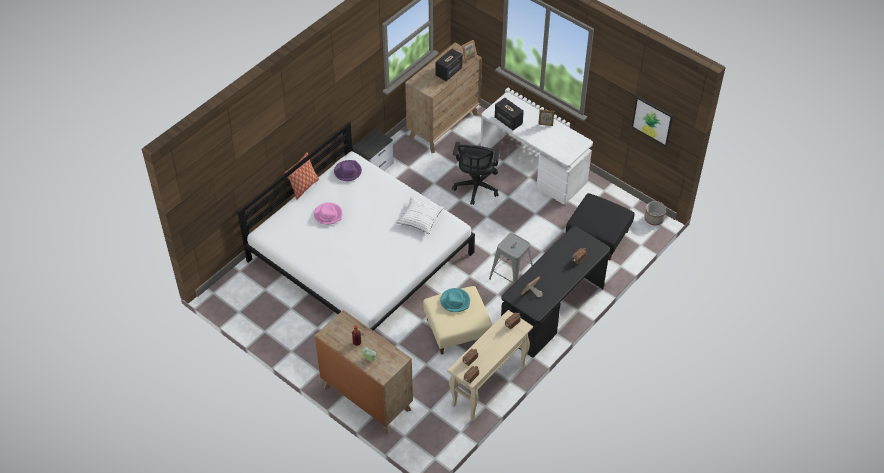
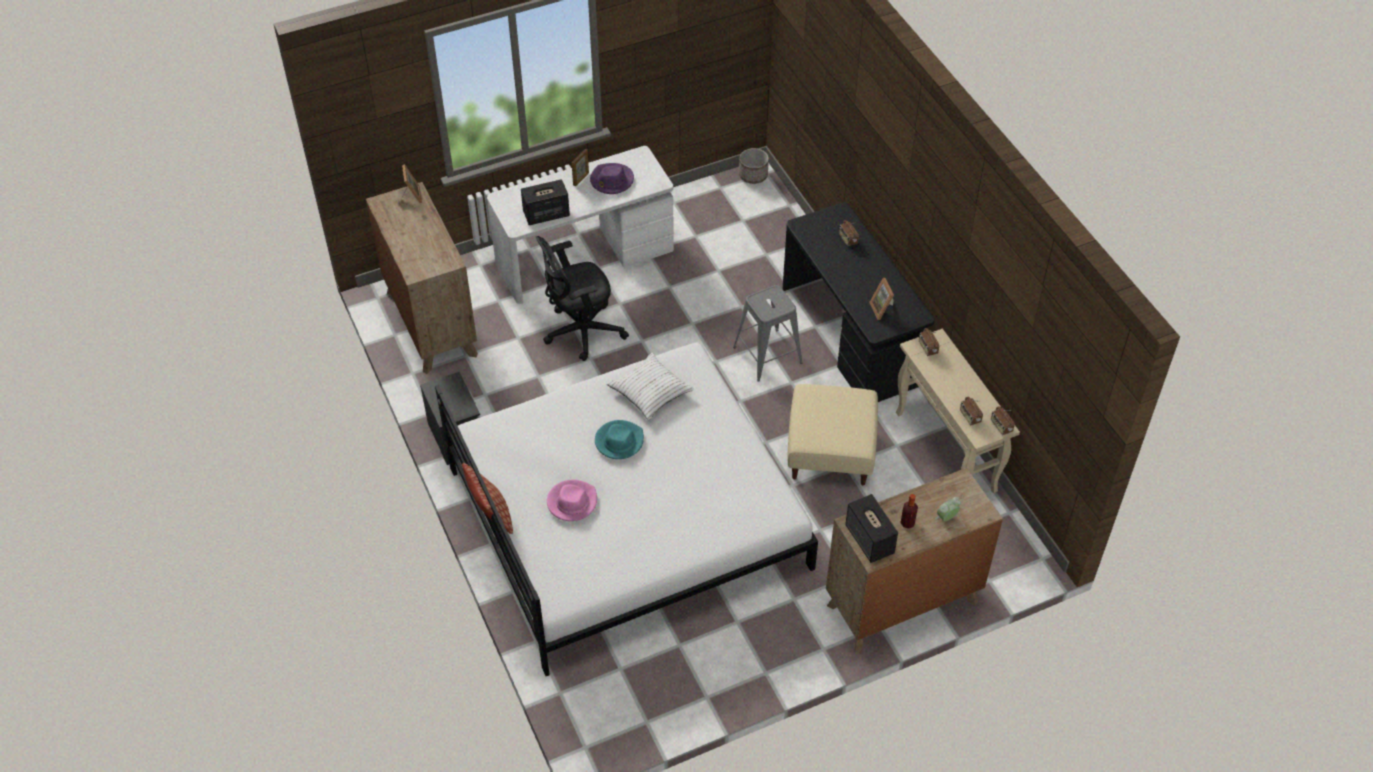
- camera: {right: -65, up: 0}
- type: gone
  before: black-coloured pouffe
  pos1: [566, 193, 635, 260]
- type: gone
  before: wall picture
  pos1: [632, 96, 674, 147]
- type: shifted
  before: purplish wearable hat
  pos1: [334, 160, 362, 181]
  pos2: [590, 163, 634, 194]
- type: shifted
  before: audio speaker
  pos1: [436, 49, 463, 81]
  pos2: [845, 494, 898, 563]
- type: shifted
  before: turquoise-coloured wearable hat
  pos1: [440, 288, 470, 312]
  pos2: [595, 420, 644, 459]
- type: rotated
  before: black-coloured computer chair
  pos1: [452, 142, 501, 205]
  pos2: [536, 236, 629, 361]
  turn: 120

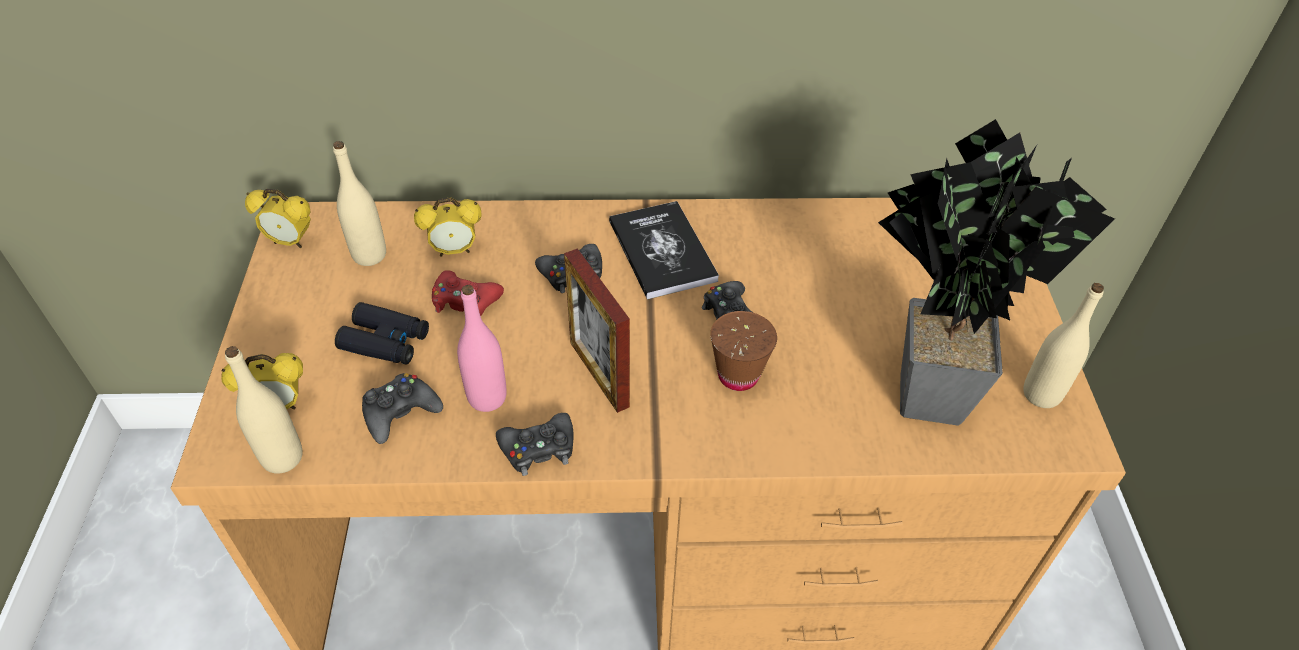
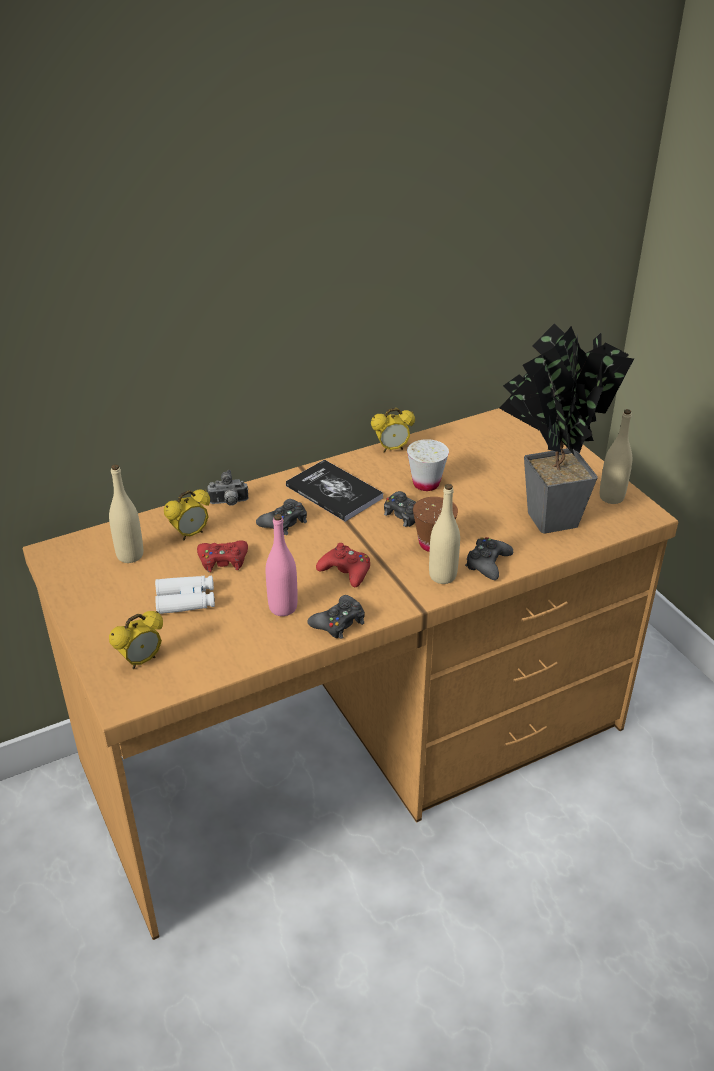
- camera: {right: -25, up: -10}
- type: new
  after: photo camera
  pos2: [207, 470, 249, 506]
- type: new
  after: white-coloured drinking cup
  pos2: [407, 439, 449, 491]
- type: shifted
  before: beige-coloured bottle
  pos1: [225, 346, 303, 474]
  pos2: [429, 484, 460, 584]
- type: shifted
  before: table clock
  pos1: [245, 189, 311, 248]
  pos2: [371, 408, 415, 452]
- type: shifted
  before: black-coloured joypad
  pos1: [362, 373, 443, 444]
  pos2: [465, 537, 513, 580]
- type: swapped
  before: photo frame
  after: red joypad
  pos1: [564, 248, 630, 413]
  pos2: [316, 543, 370, 587]
- type: repainted
  before: black-coloured pair of binoculars
  after: white-coloured pair of binoculars
  pos1: [335, 302, 429, 365]
  pos2: [155, 576, 215, 614]

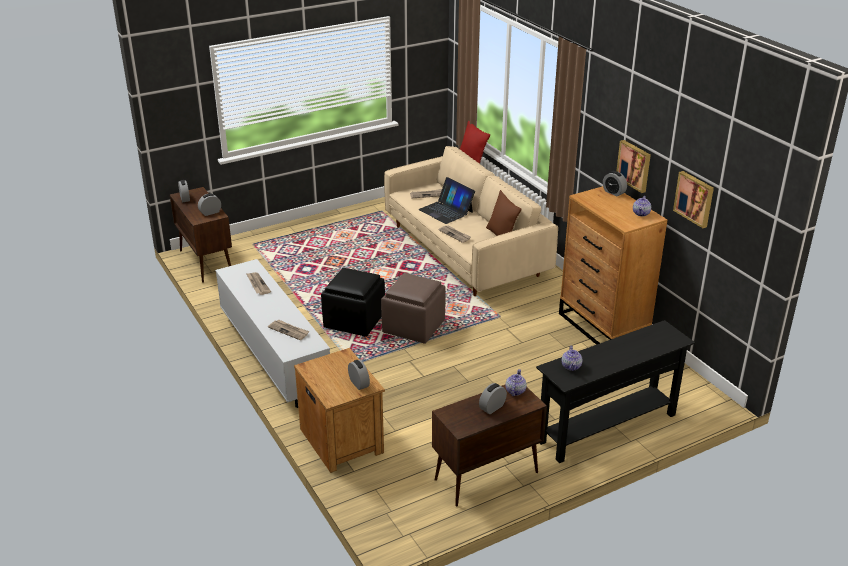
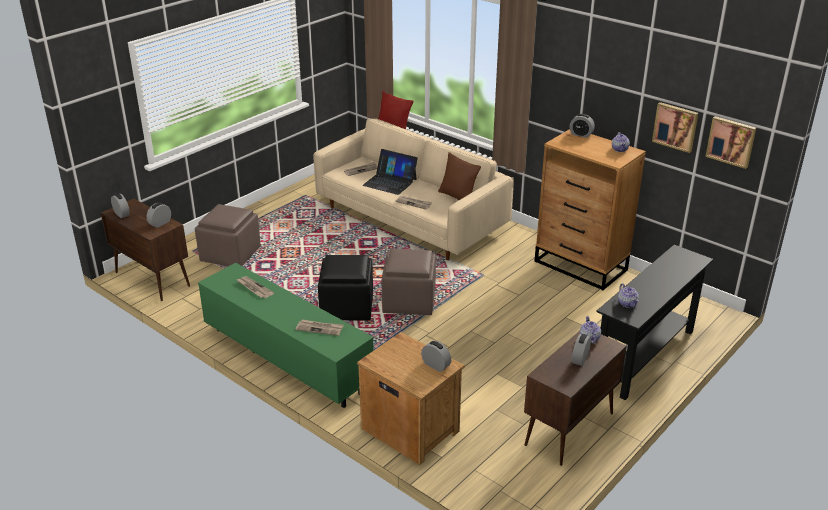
- camera: {right: -20, up: 0}
- type: new
  after: brownish pouffe
  pos2: [195, 204, 261, 266]
- type: shifted
  before: wall picture
  pos1: [617, 140, 651, 193]
  pos2: [705, 116, 756, 169]
- type: repainted
  before: white-coloured tv unit
  after: green tv unit
  pos1: [215, 259, 330, 408]
  pos2: [198, 263, 374, 408]

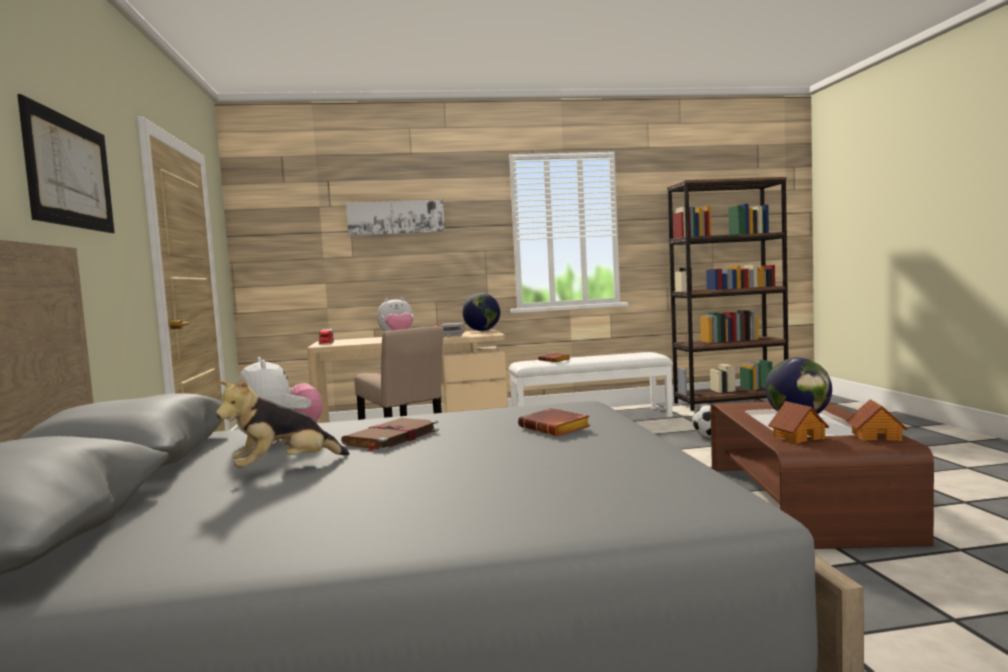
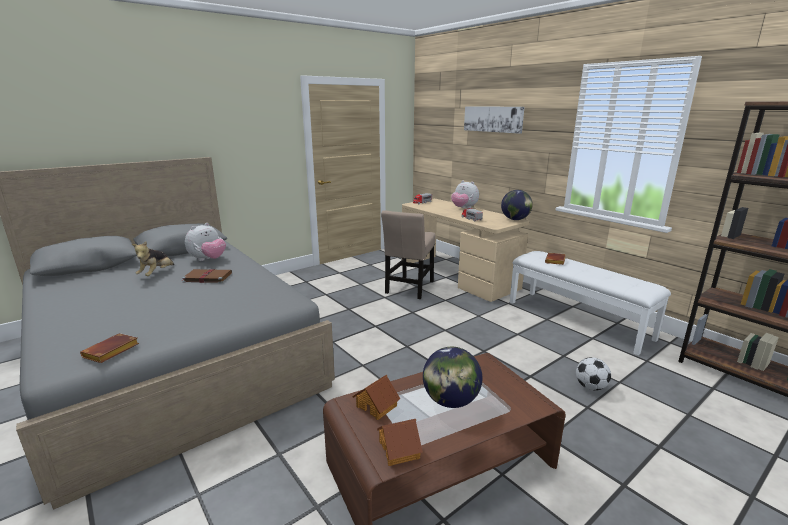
- camera: {right: 60, up: 15}
- type: gone
  before: wall picture
  pos1: [17, 94, 115, 233]
- type: shifted
  before: brownish book
  pos1: [518, 408, 591, 436]
  pos2: [80, 333, 139, 363]
- type: rotated
  before: plush toy
  pos1: [216, 377, 350, 468]
  pos2: [132, 242, 174, 276]
  turn: -105

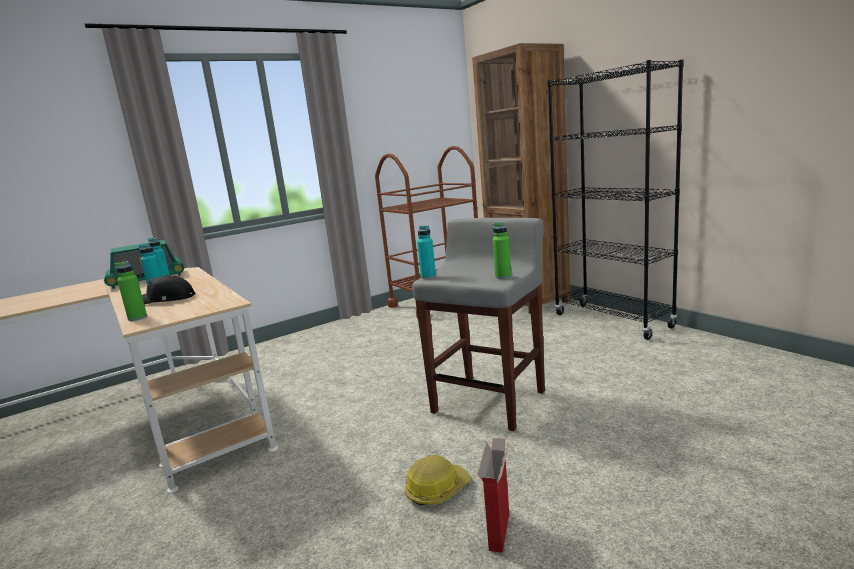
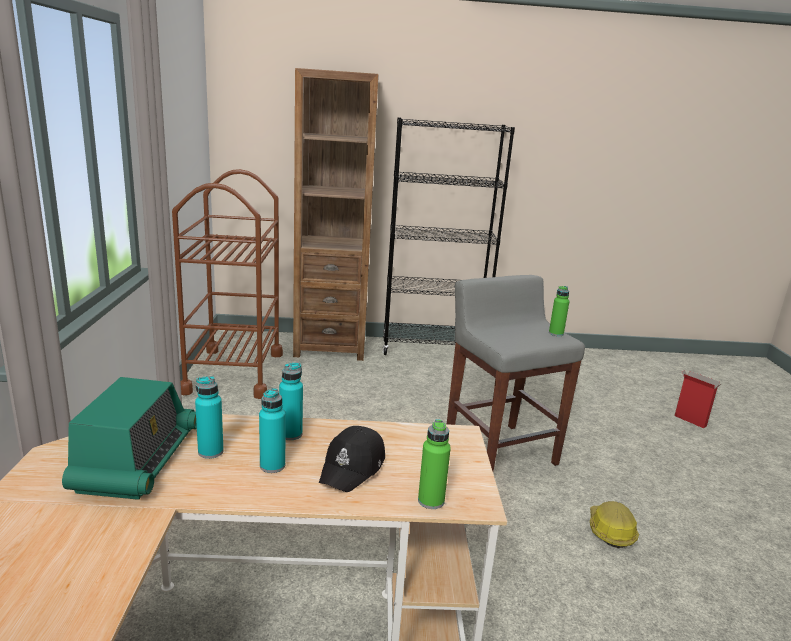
- camera: {right: -60, up: 5}
- type: shifted
  before: turquoise-coloured bottle
  pos1: [417, 225, 436, 279]
  pos2: [279, 362, 303, 440]
- type: shifted
  before: packing box
  pos1: [477, 438, 509, 553]
  pos2: [674, 370, 721, 428]

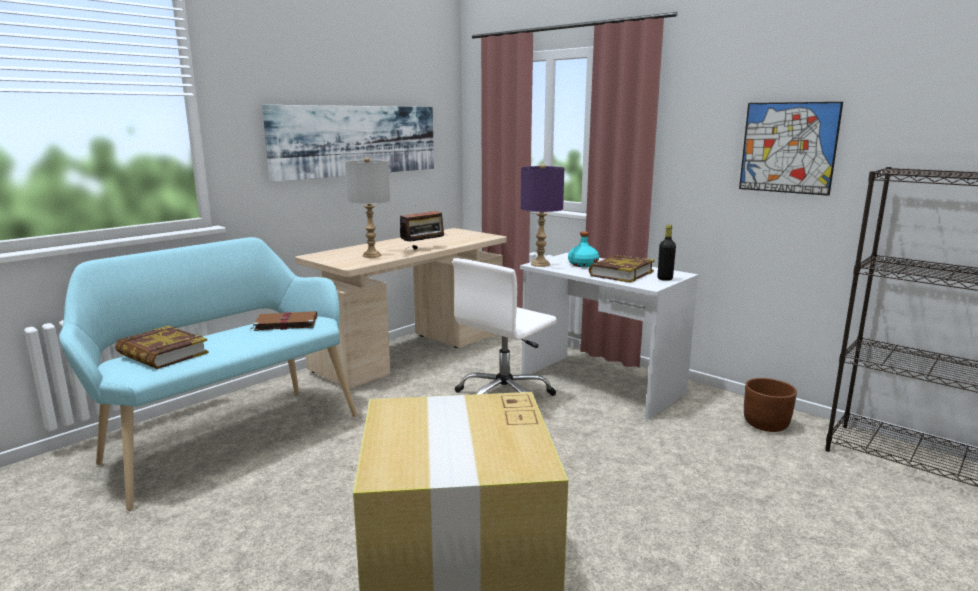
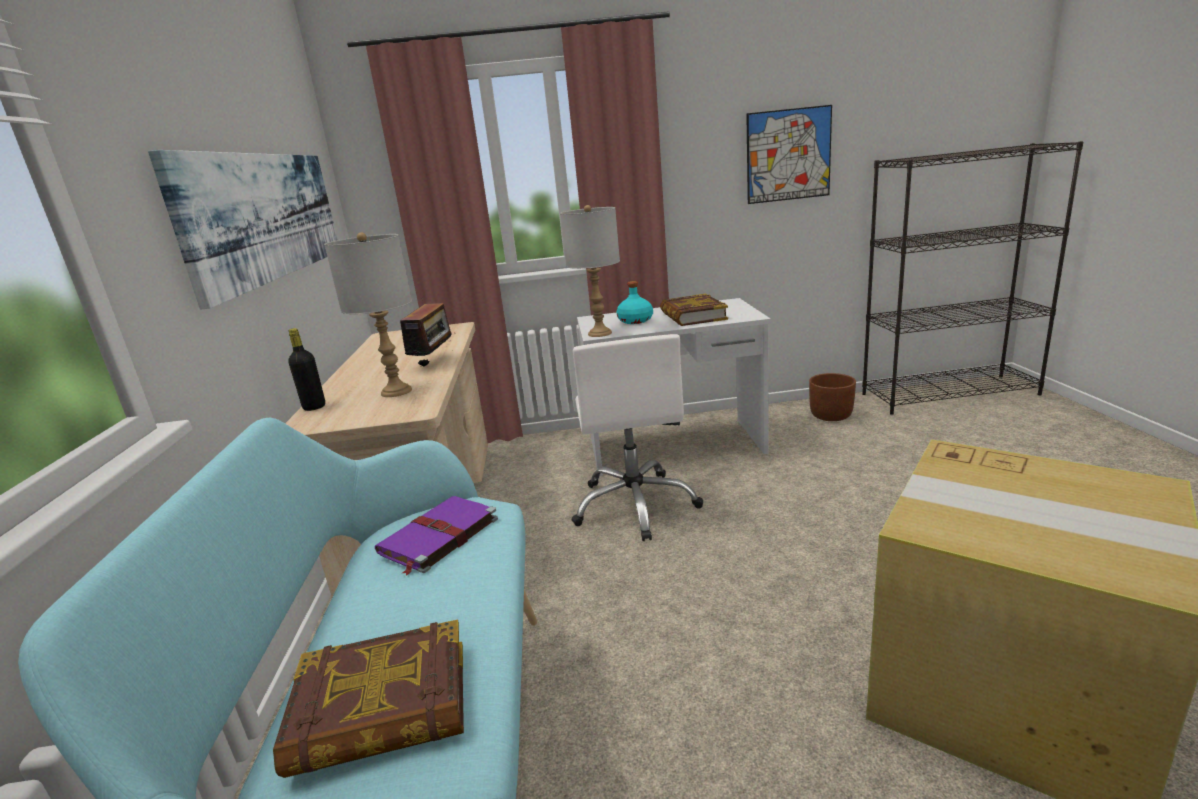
- camera: {right: -45, up: 5}
- type: shifted
  before: black-coloured bottle
  pos1: [658, 225, 676, 281]
  pos2: [288, 328, 325, 411]
- type: repainted
  before: brownish book
  after: purplish book
  pos1: [251, 311, 317, 331]
  pos2: [375, 496, 498, 576]
- type: repainted
  before: purplish table lamp
  after: gray table lamp
  pos1: [521, 164, 564, 267]
  pos2: [560, 205, 620, 337]

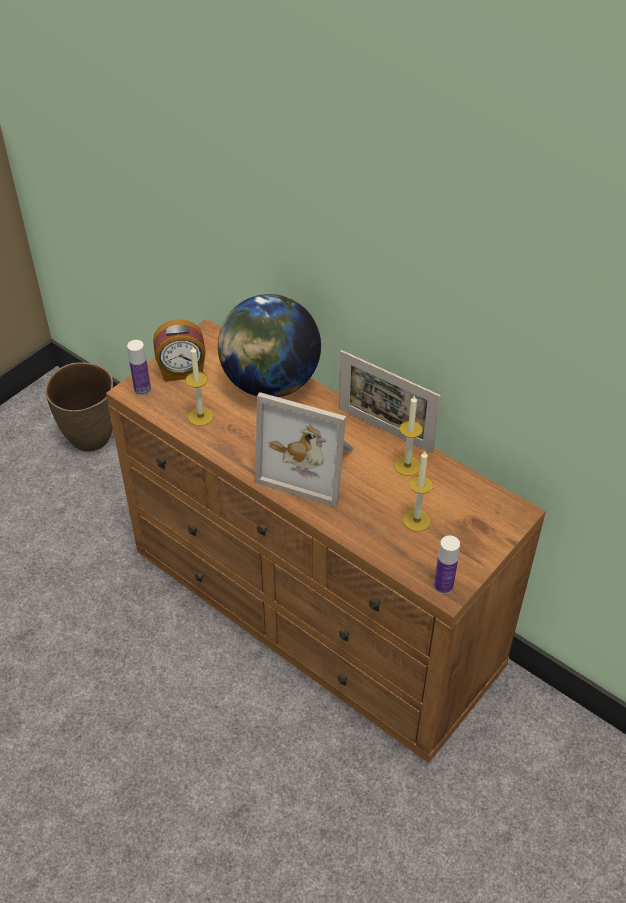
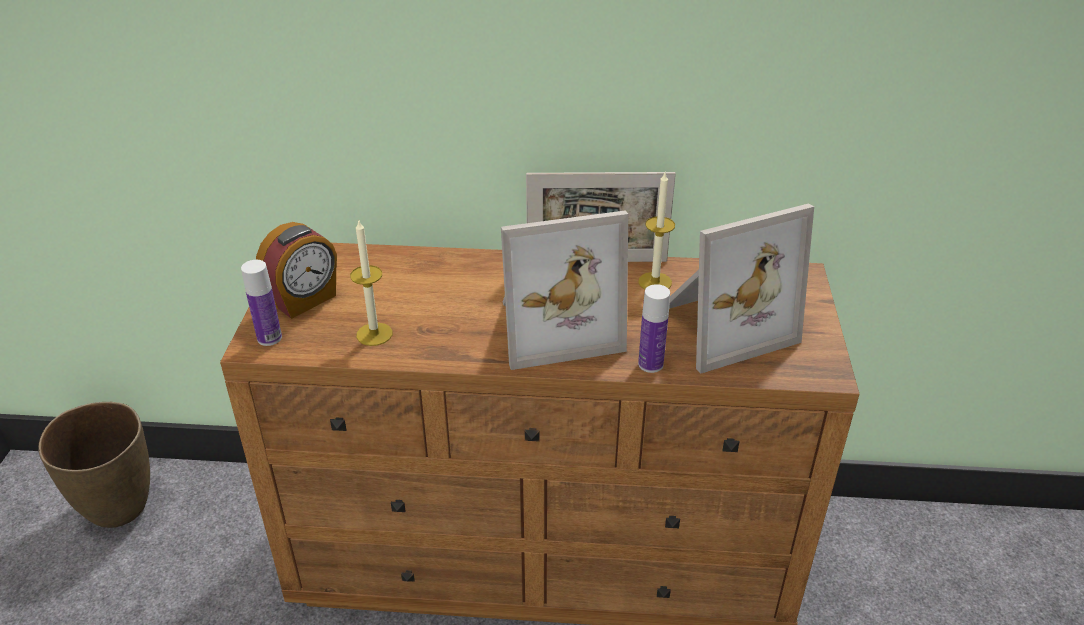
- camera: {right: -35, up: -10}
- type: gone
  before: globe
  pos1: [218, 294, 321, 397]
- type: shifted
  before: bottle
  pos1: [434, 535, 460, 594]
  pos2: [638, 284, 670, 373]
- type: swapped
  before: wax candle
  after: photo frame
  pos1: [403, 451, 433, 531]
  pos2: [669, 203, 814, 374]

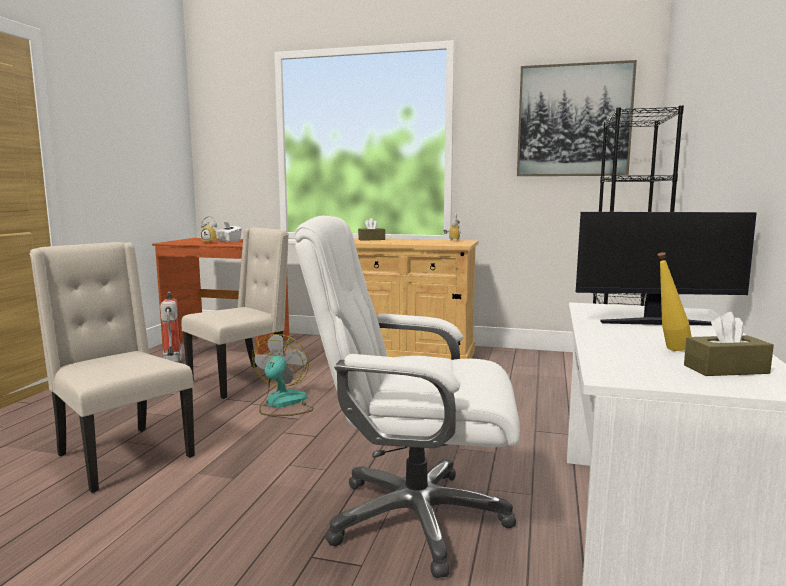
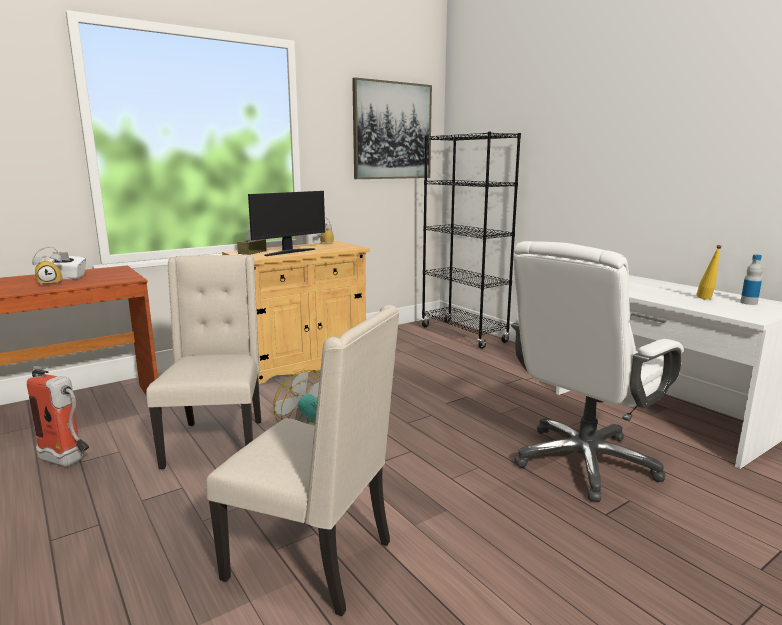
- camera: {right: -50, up: 5}
- type: shifted
  before: computer screen
  pos1: [576, 212, 757, 326]
  pos2: [248, 191, 325, 256]
- type: swapped
  before: brownish tissue holder
  after: bottle
  pos1: [684, 312, 774, 376]
  pos2: [740, 254, 763, 305]
- type: rotated
  before: beige-coloured plain chair
  pos1: [30, 242, 195, 493]
  pos2: [206, 305, 400, 616]
  turn: -150

